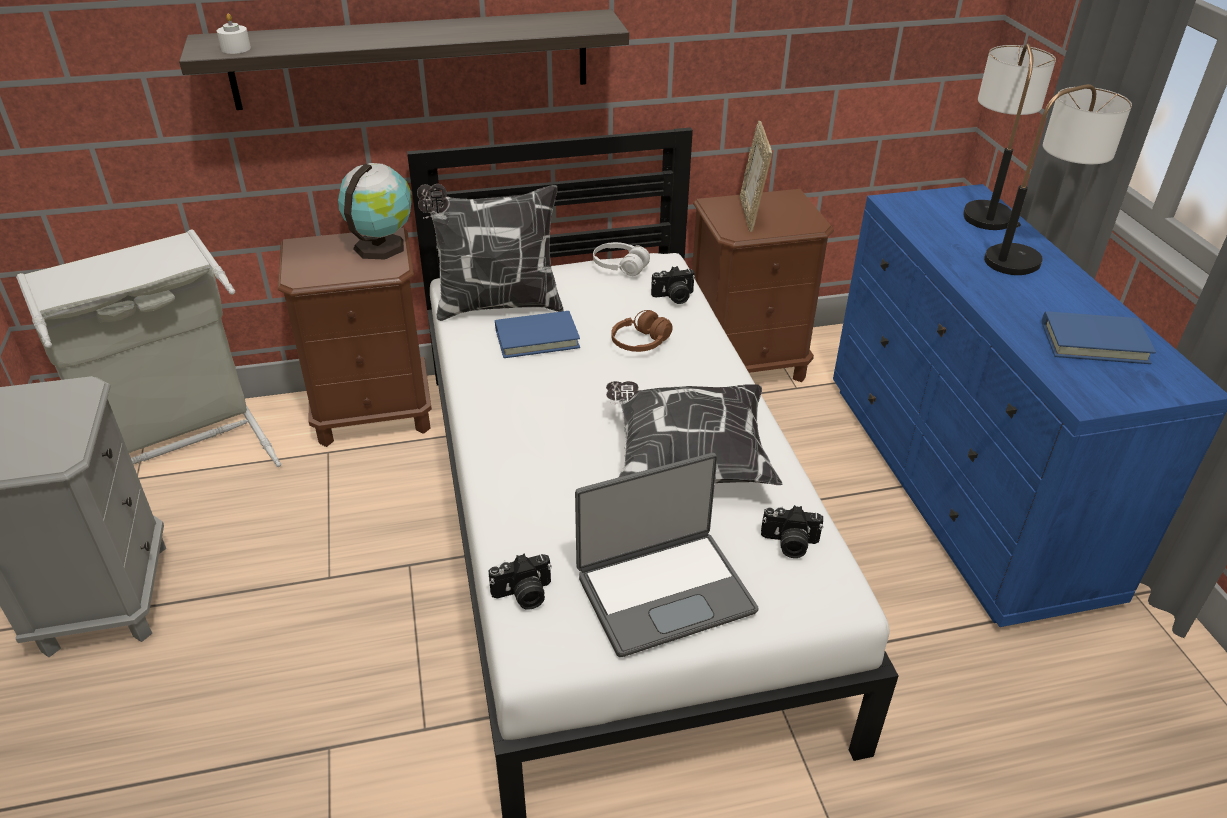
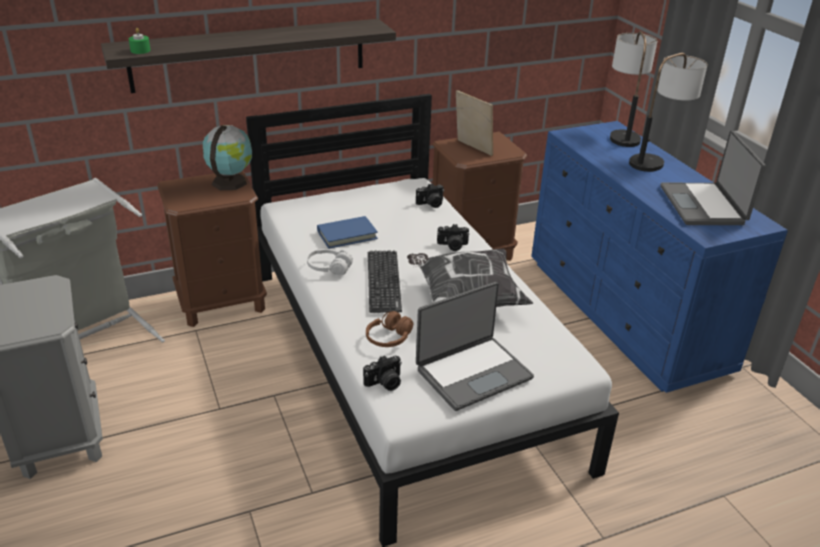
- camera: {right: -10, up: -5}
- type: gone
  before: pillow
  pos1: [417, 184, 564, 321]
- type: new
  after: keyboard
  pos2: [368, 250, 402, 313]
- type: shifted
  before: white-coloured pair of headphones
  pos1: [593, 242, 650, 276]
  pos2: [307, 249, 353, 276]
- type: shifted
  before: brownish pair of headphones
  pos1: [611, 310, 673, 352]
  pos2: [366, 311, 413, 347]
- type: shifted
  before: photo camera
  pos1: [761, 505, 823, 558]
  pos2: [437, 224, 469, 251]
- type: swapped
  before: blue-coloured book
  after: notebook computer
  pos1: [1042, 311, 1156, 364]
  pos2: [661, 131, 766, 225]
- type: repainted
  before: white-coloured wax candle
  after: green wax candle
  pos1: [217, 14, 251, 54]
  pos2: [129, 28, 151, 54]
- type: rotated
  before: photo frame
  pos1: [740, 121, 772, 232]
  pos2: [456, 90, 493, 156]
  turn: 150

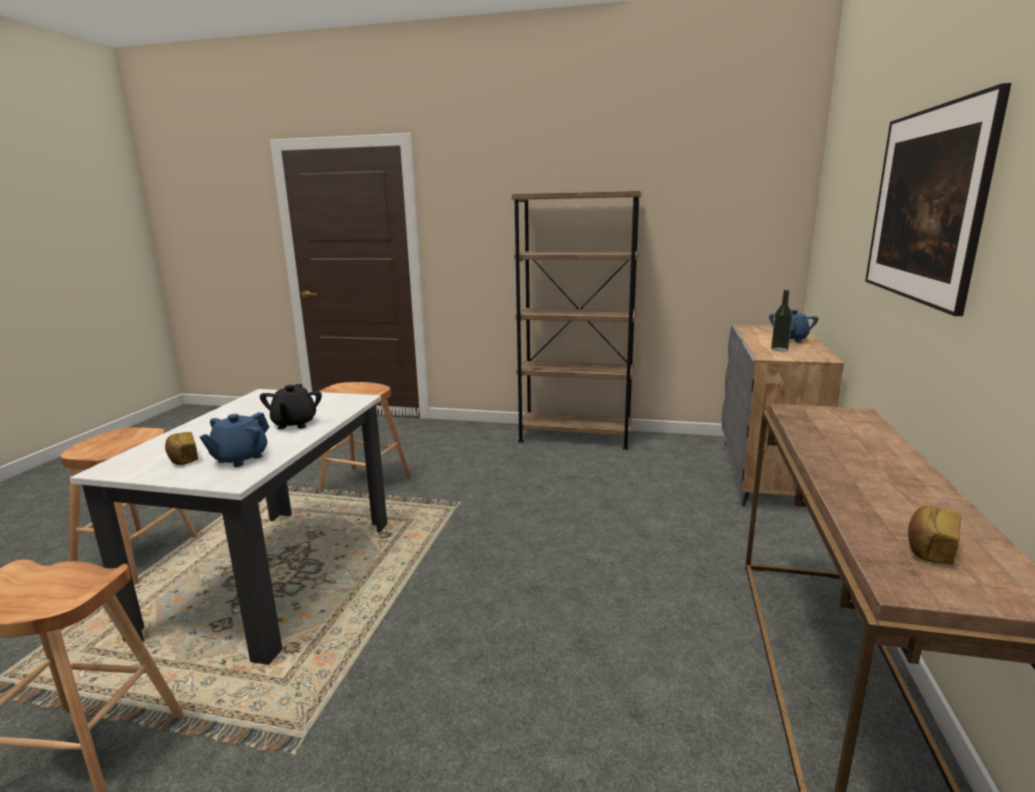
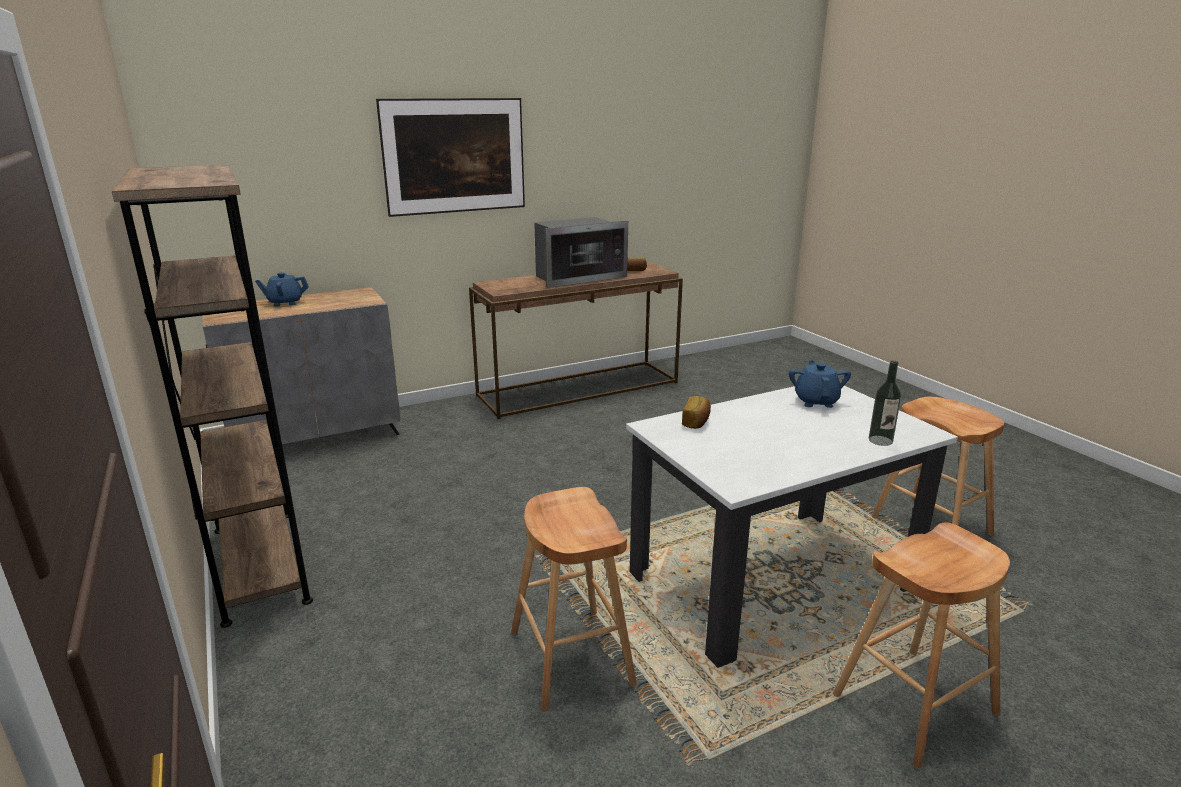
- camera: {right: -130, up: 5}
- type: gone
  before: black-coloured teapot
  pos1: [260, 384, 322, 429]
- type: new
  after: microwave oven
  pos2: [534, 217, 628, 288]
- type: shifted
  before: bakery bread
  pos1: [165, 432, 198, 465]
  pos2: [682, 396, 711, 429]
- type: shifted
  before: bottle
  pos1: [771, 290, 793, 351]
  pos2: [869, 361, 901, 446]
- type: rotated
  before: blue-coloured teapot
  pos1: [200, 412, 269, 467]
  pos2: [789, 360, 851, 408]
  turn: -75

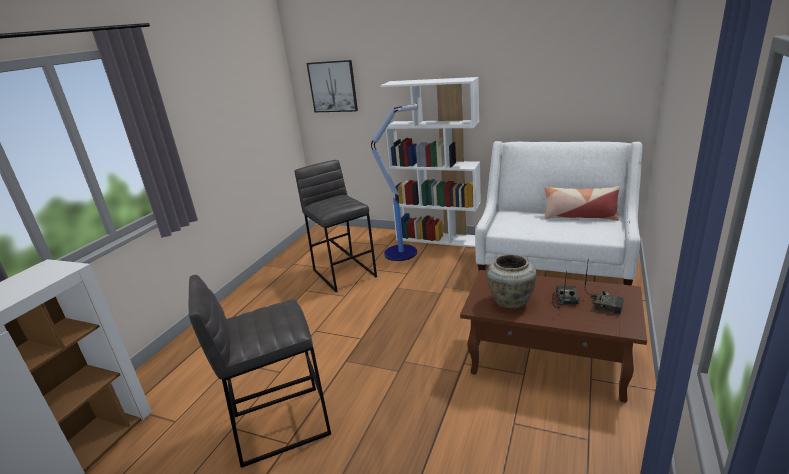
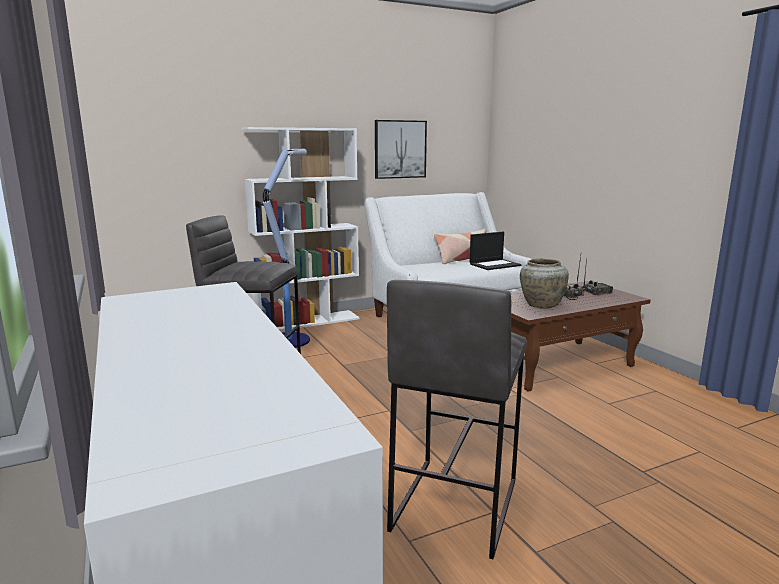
- camera: {right: -50, up: -10}
- type: new
  after: notebook computer
  pos2: [470, 232, 522, 270]
- type: shifted
  before: wall picture
  pos1: [307, 60, 358, 112]
  pos2: [375, 120, 427, 179]

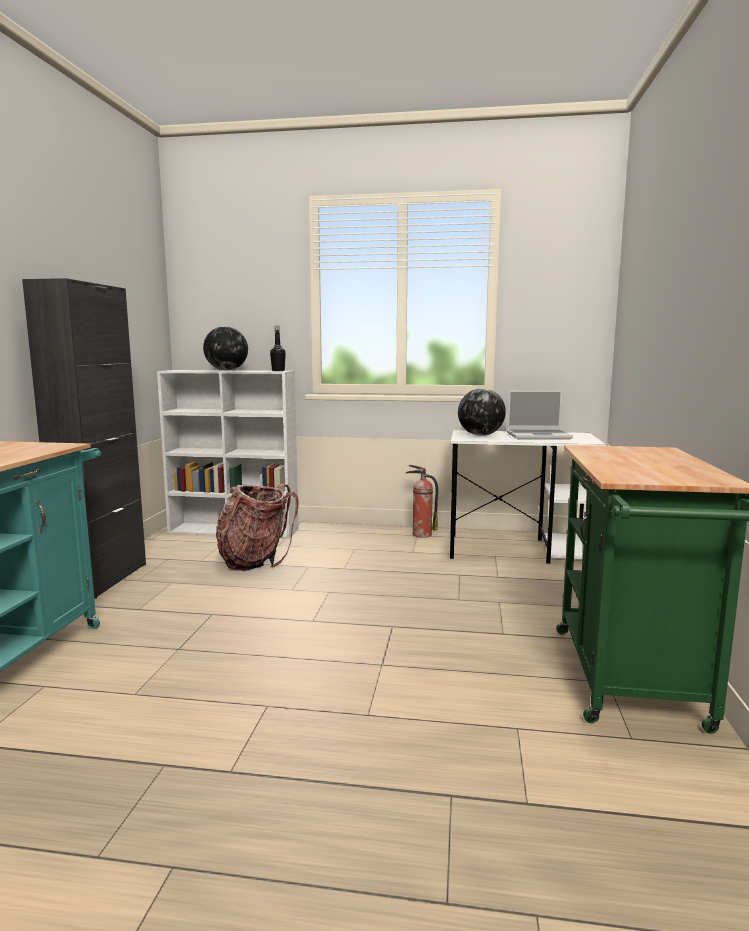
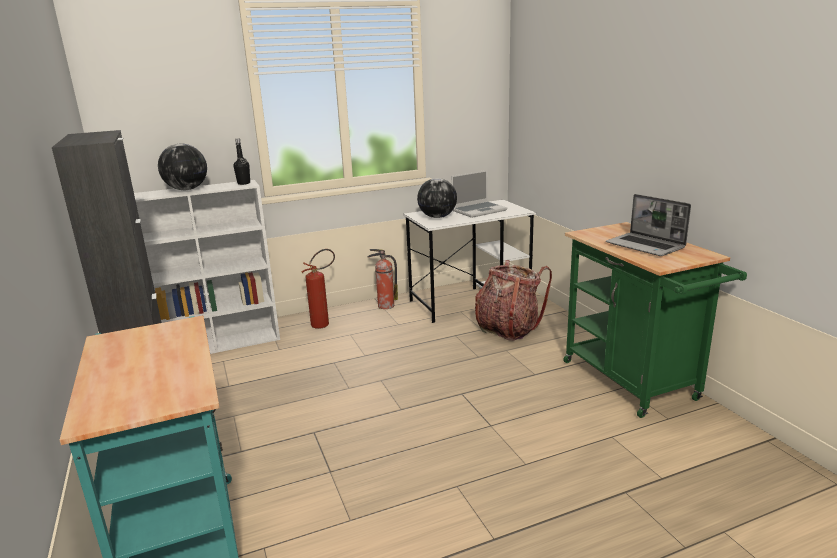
- camera: {right: -30, up: 10}
- type: new
  after: extinguisher
  pos2: [301, 249, 335, 329]
- type: new
  after: notebook computer
  pos2: [606, 194, 691, 256]
- type: shifted
  before: rucksack
  pos1: [216, 484, 299, 571]
  pos2: [475, 260, 552, 341]

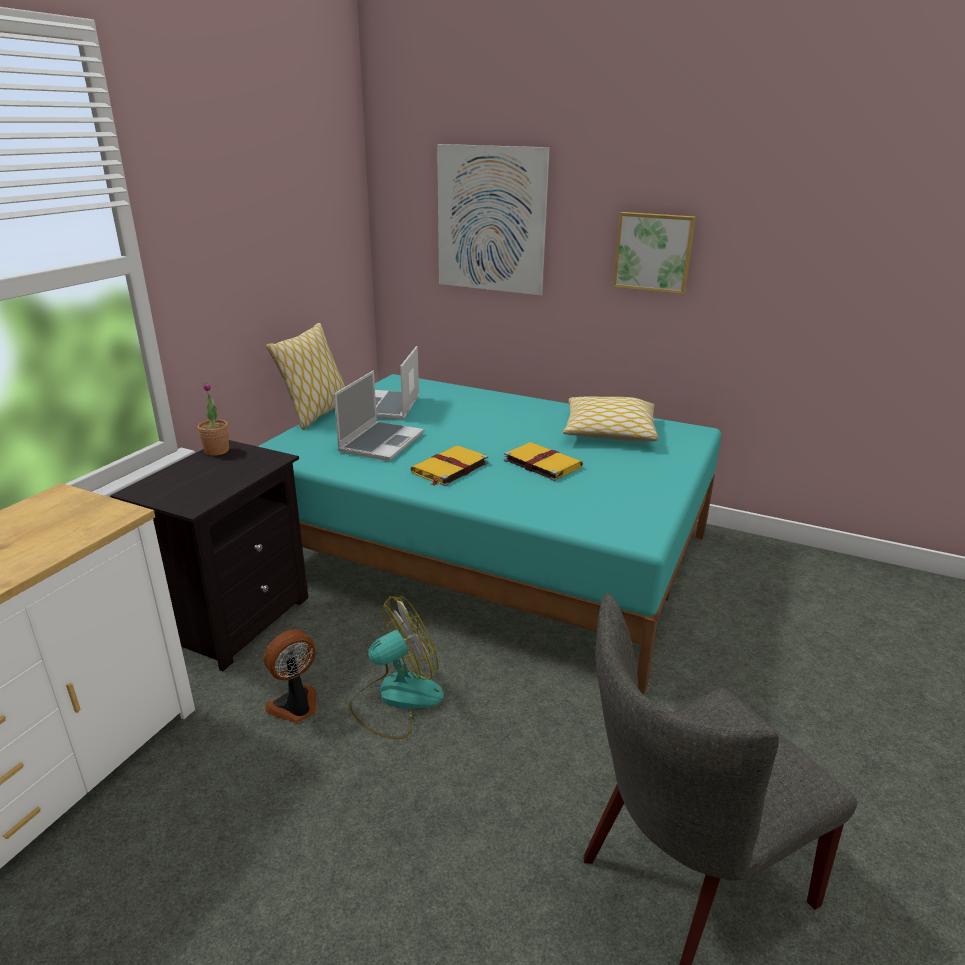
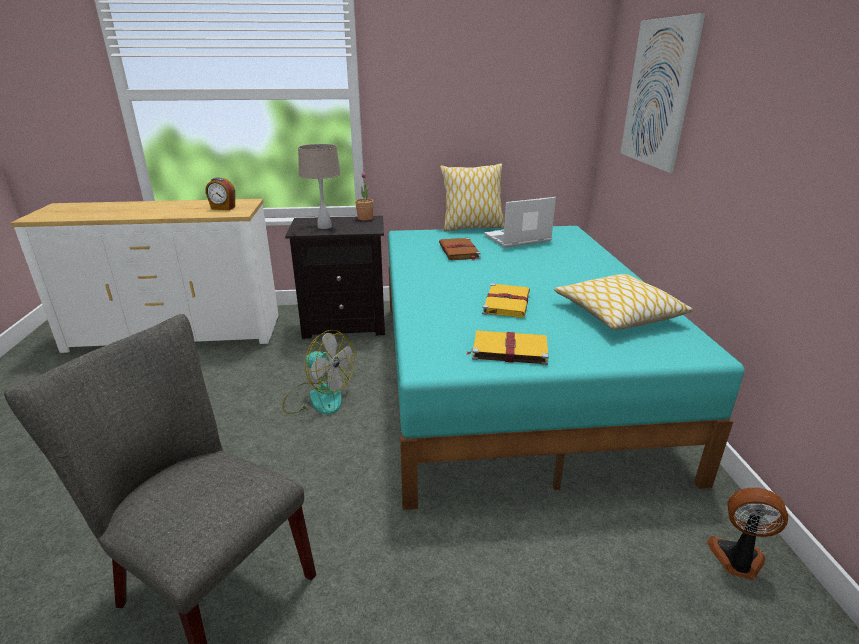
- camera: {right: 60, up: 0}
- type: gone
  before: wall picture
  pos1: [613, 212, 696, 294]
- type: new
  after: table clock
  pos2: [205, 177, 235, 210]
- type: new
  after: beige-coloured table lamp
  pos2: [298, 144, 341, 229]
- type: shifted
  before: cooling fan
  pos1: [264, 629, 316, 723]
  pos2: [707, 488, 788, 580]
- type: shifted
  before: yellow-coloured book
  pos1: [411, 446, 488, 486]
  pos2: [467, 330, 549, 365]
- type: swapped
  before: notebook computer
  after: brownish book
  pos1: [334, 371, 424, 461]
  pos2: [439, 238, 481, 261]

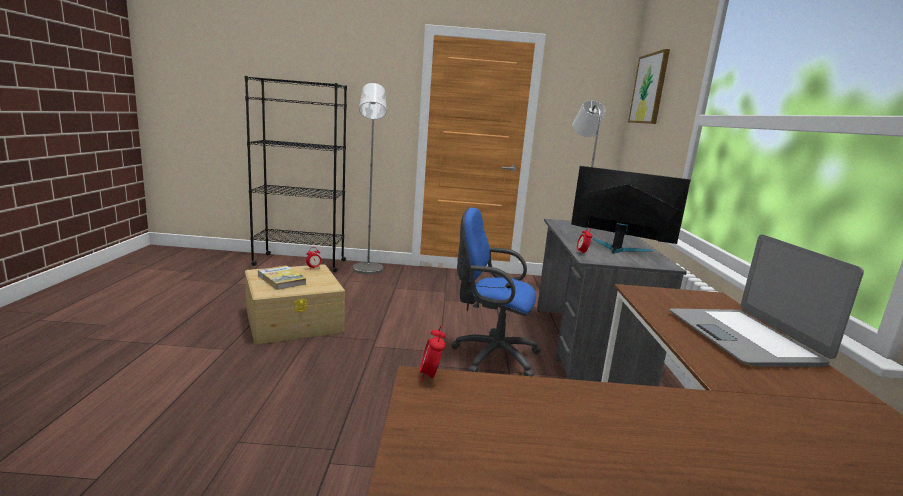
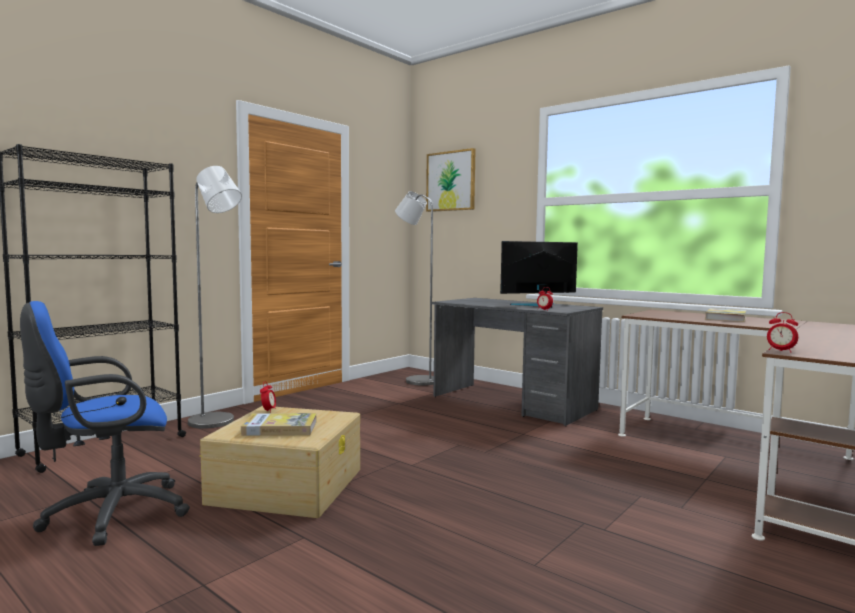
- camera: {right: -50, up: -10}
- type: shifted
  before: blue-coloured computer chair
  pos1: [451, 208, 541, 376]
  pos2: [20, 301, 190, 546]
- type: swapped
  before: notebook computer
  after: book
  pos1: [670, 234, 864, 367]
  pos2: [705, 308, 746, 322]

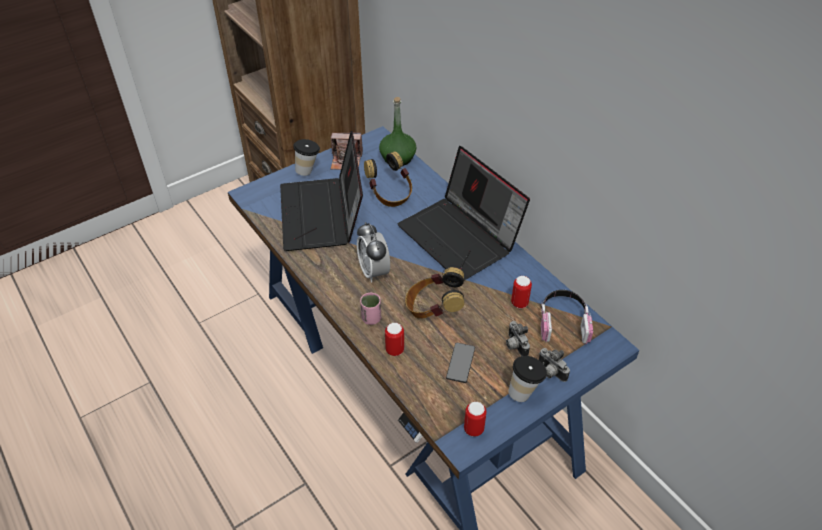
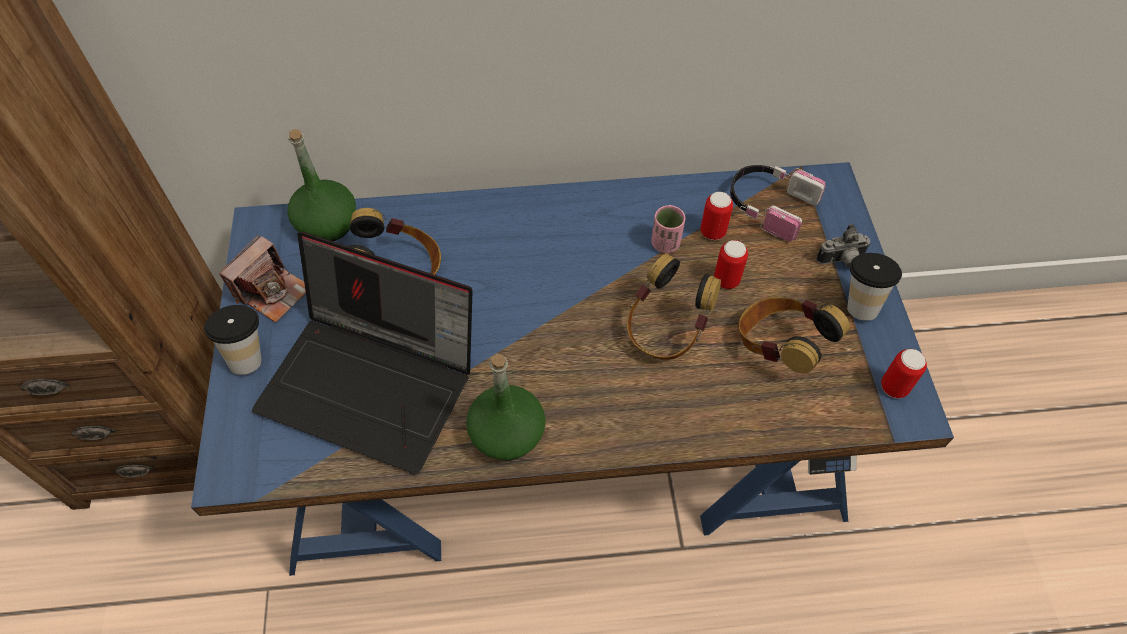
- camera: {right: -60, up: 10}
- type: gone
  before: table clock
  pos1: [357, 222, 390, 282]
- type: gone
  before: notebook computer
  pos1: [398, 146, 530, 281]
- type: gone
  before: photo camera
  pos1: [506, 321, 530, 356]
- type: new
  after: green bottle
  pos2: [466, 354, 545, 461]
- type: shifted
  before: pink-coloured drinking cup
  pos1: [360, 293, 381, 325]
  pos2: [651, 205, 685, 253]
- type: shifted
  before: sealed can
  pos1: [385, 323, 404, 356]
  pos2: [714, 240, 748, 289]
- type: swapped
  before: handset
  after: pair of headphones
  pos1: [446, 343, 475, 383]
  pos2: [738, 297, 850, 373]

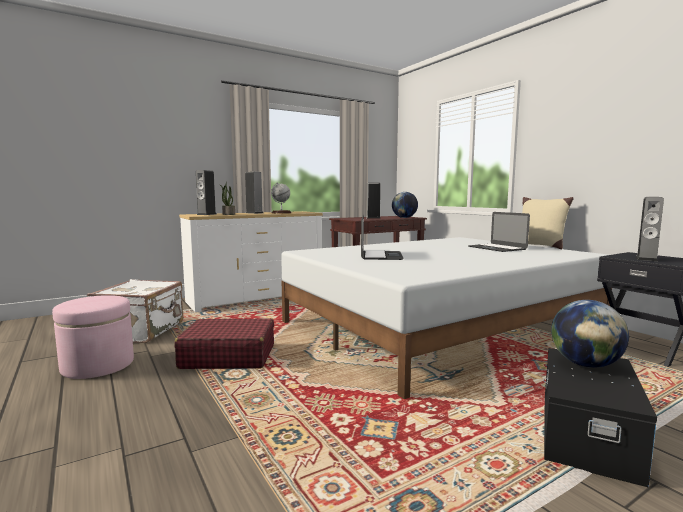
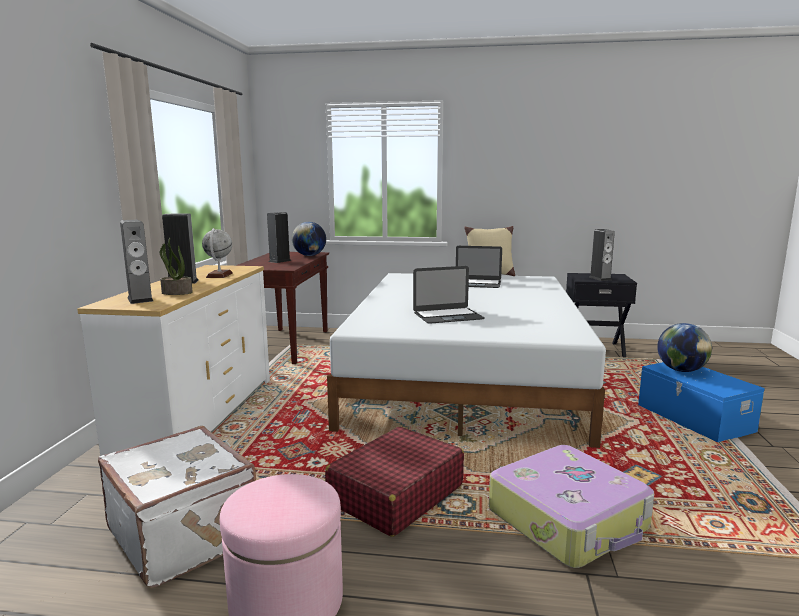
- camera: {right: -50, up: 5}
- type: new
  after: travel case
  pos2: [489, 445, 654, 568]
- type: repainted
  before: black-coloured storage box
  after: blue-coloured storage box
  pos1: [543, 348, 657, 488]
  pos2: [638, 362, 765, 442]
- type: rotated
  before: notebook computer
  pos1: [361, 215, 404, 260]
  pos2: [413, 266, 485, 324]
  turn: 120

